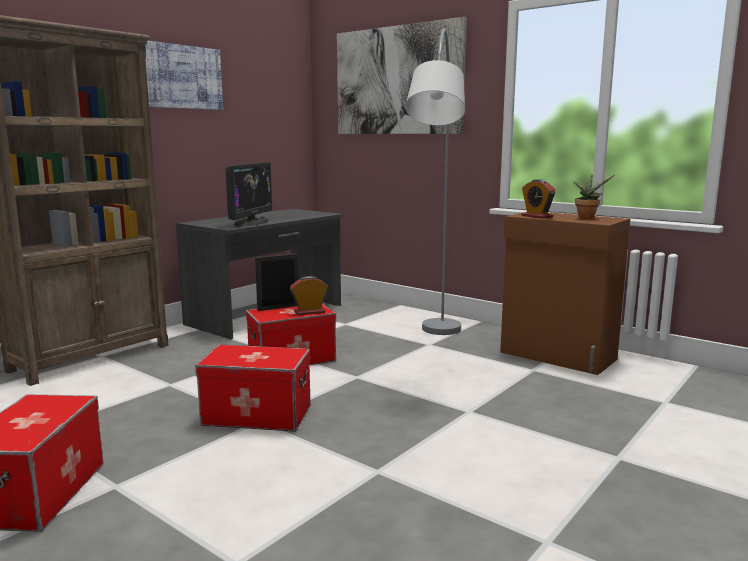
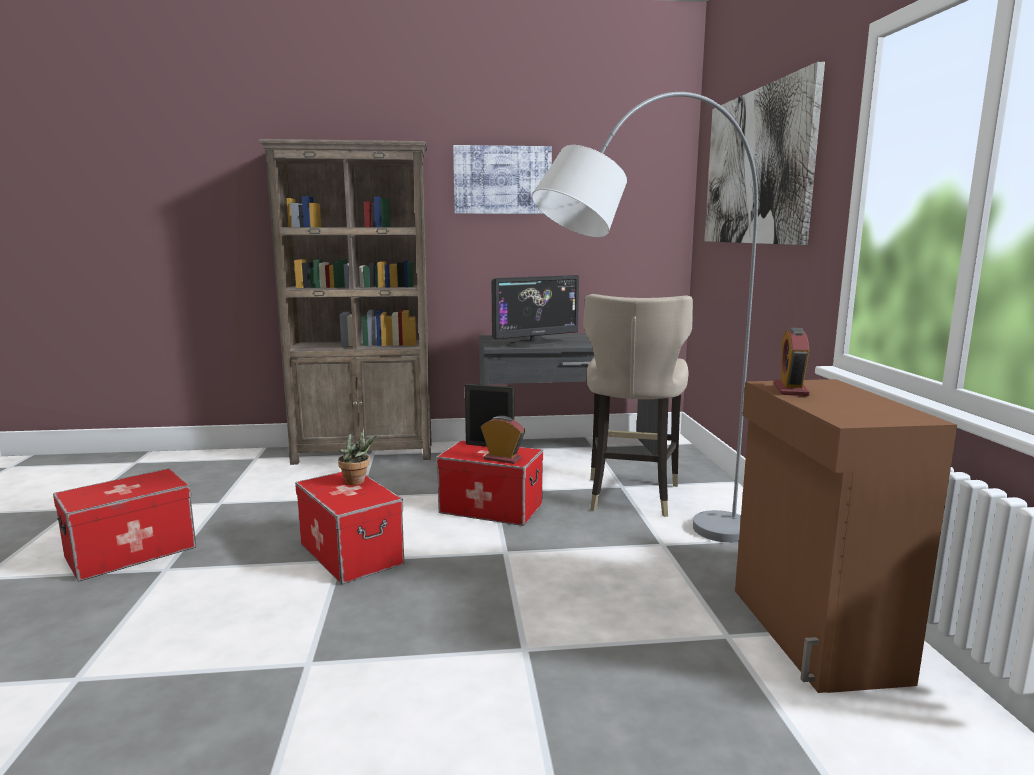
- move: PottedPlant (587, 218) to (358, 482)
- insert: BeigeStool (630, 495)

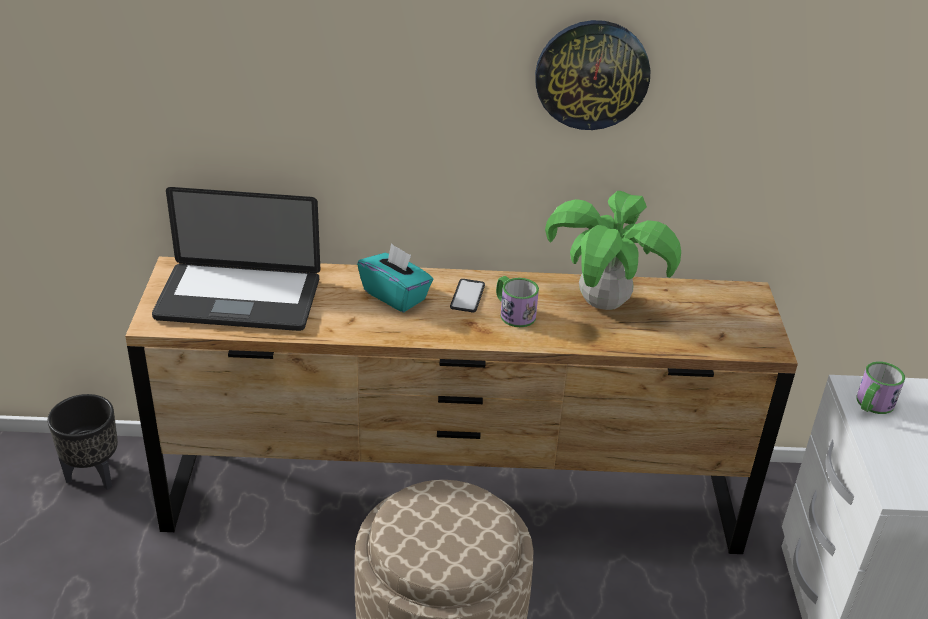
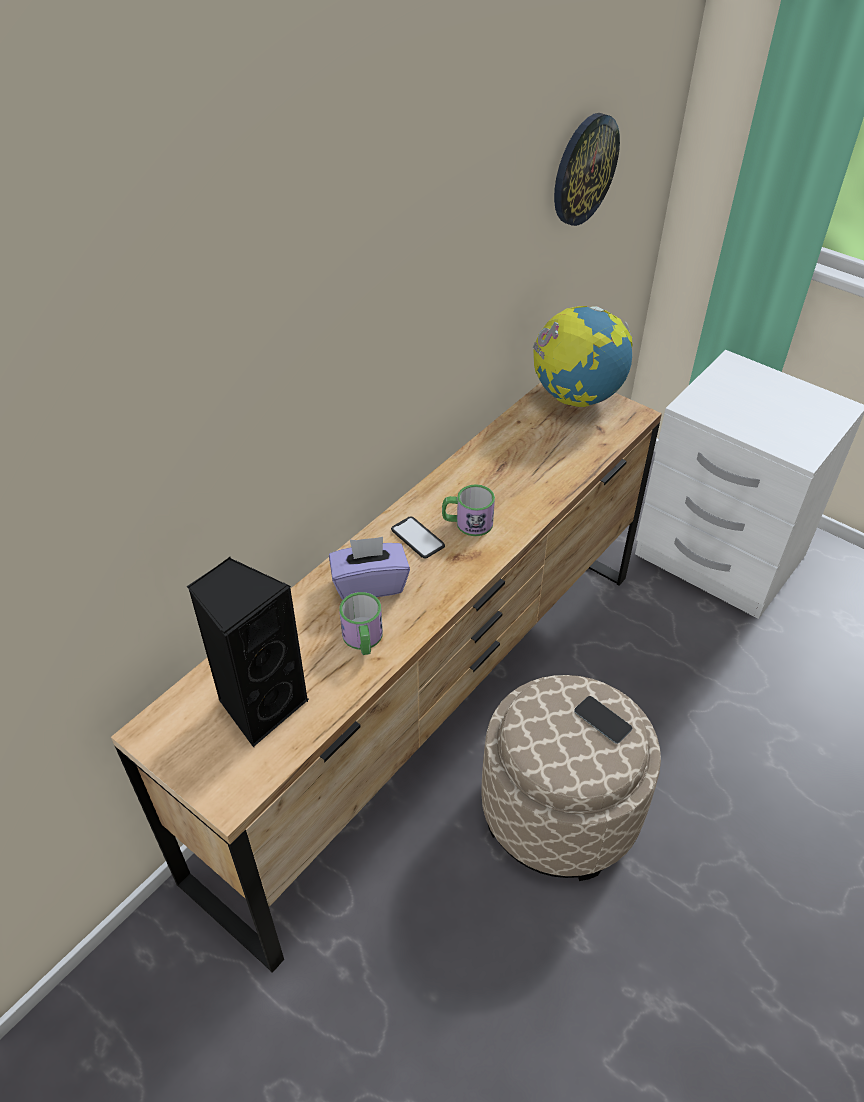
- move: WallClock (592, 74) to (584, 169)
- replace: Laptop (238, 299) to BlackSpeaker (260, 704)
- delete: PottedPlant (604, 303)
- recolor: TurquoiseTissueBox (395, 295) to PurpleTissueBox (370, 584)
- move: Mug (872, 405) to (363, 640)
- delete: BlackPlanter (94, 474)
- insert: Globe (576, 397)
- insert: Phone (602, 720)

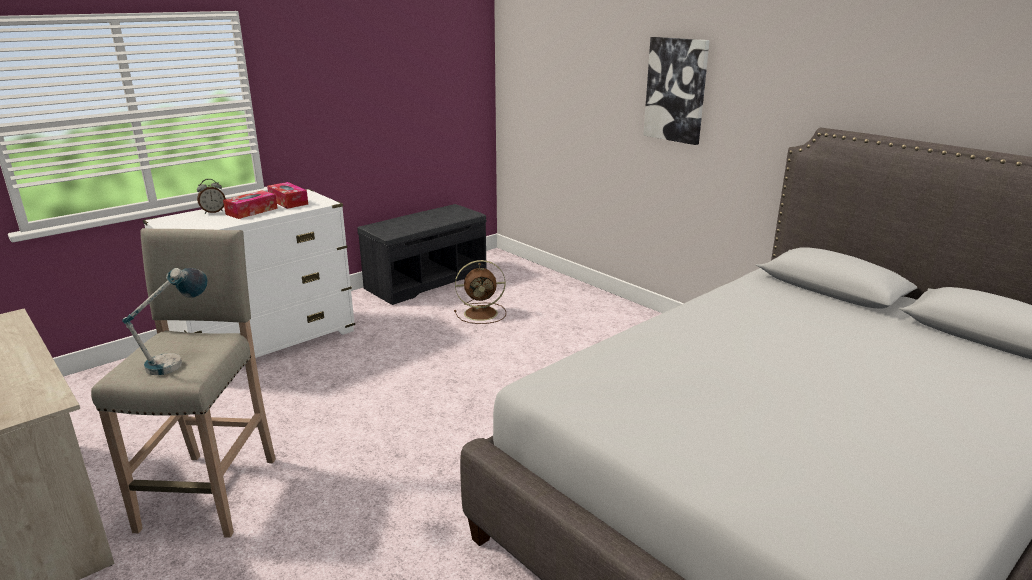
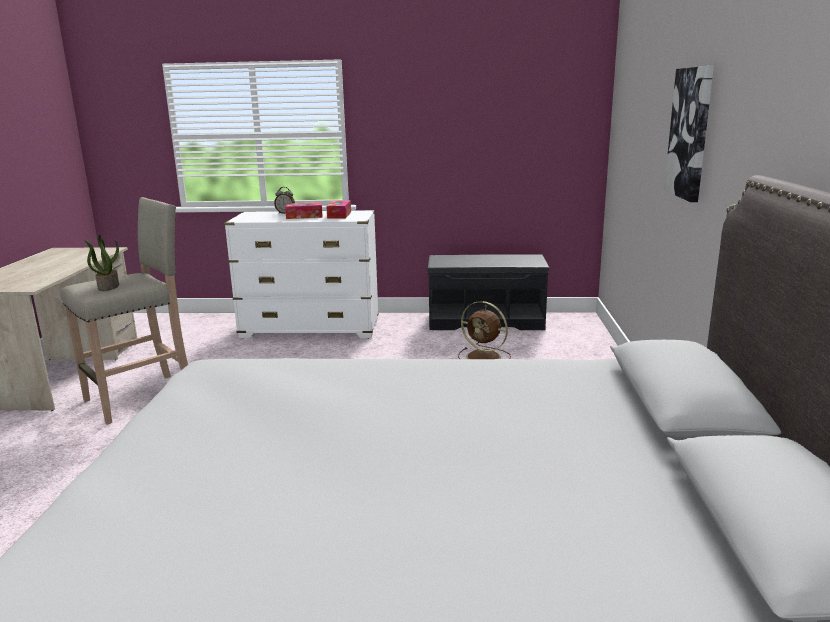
- replace: TableLamp (179, 361) to PottedPlant (108, 287)

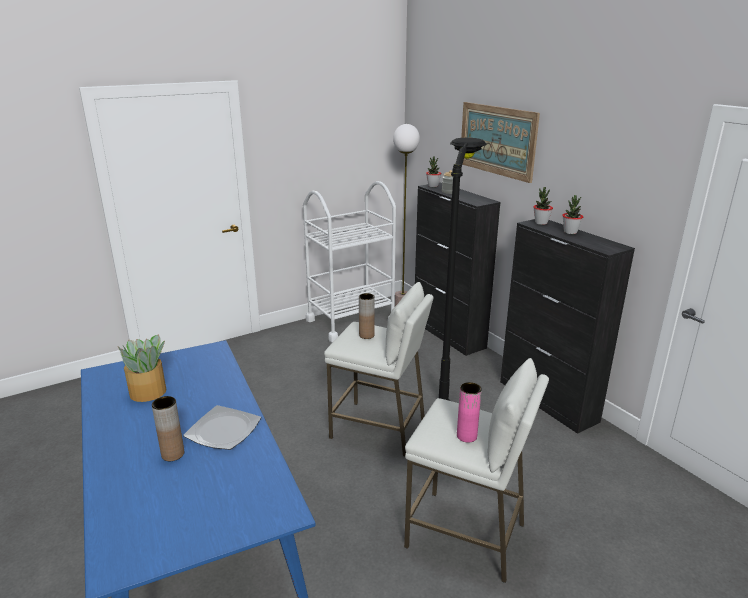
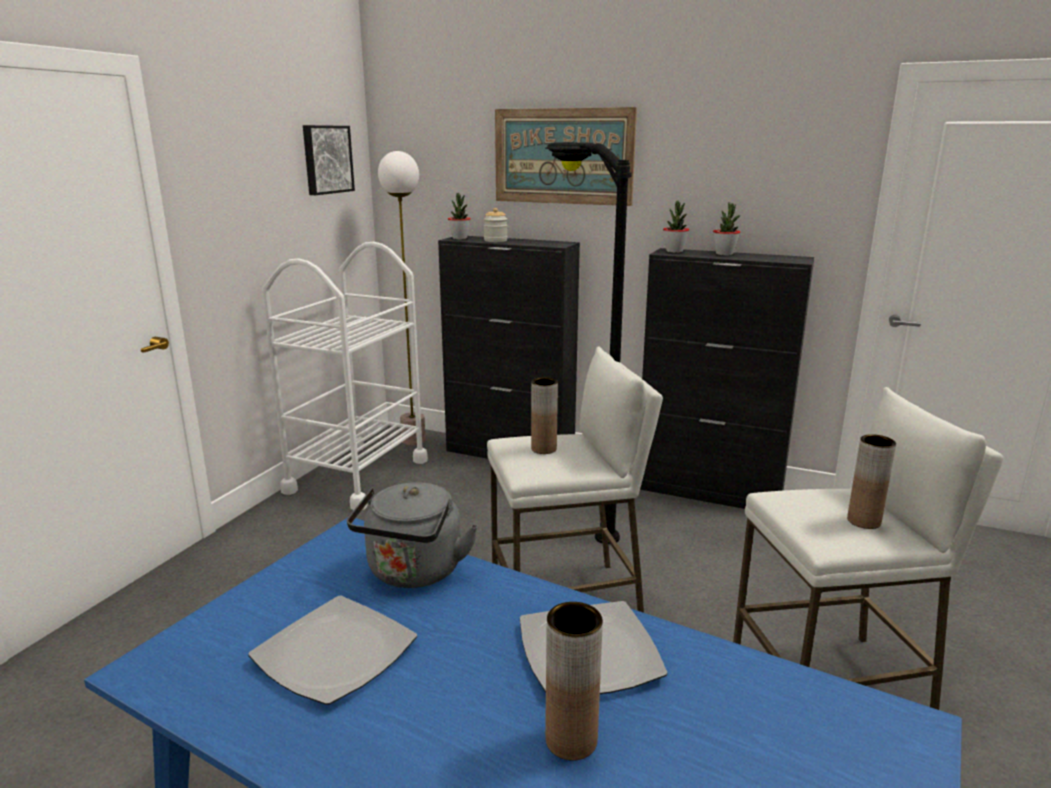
- replace: PottedPlant (149, 392) to Plate (335, 654)
- recolor: PinkVase (466, 436) to BrownVase (863, 521)
- insert: Picture (326, 159)
- insert: GreyKettle (413, 573)

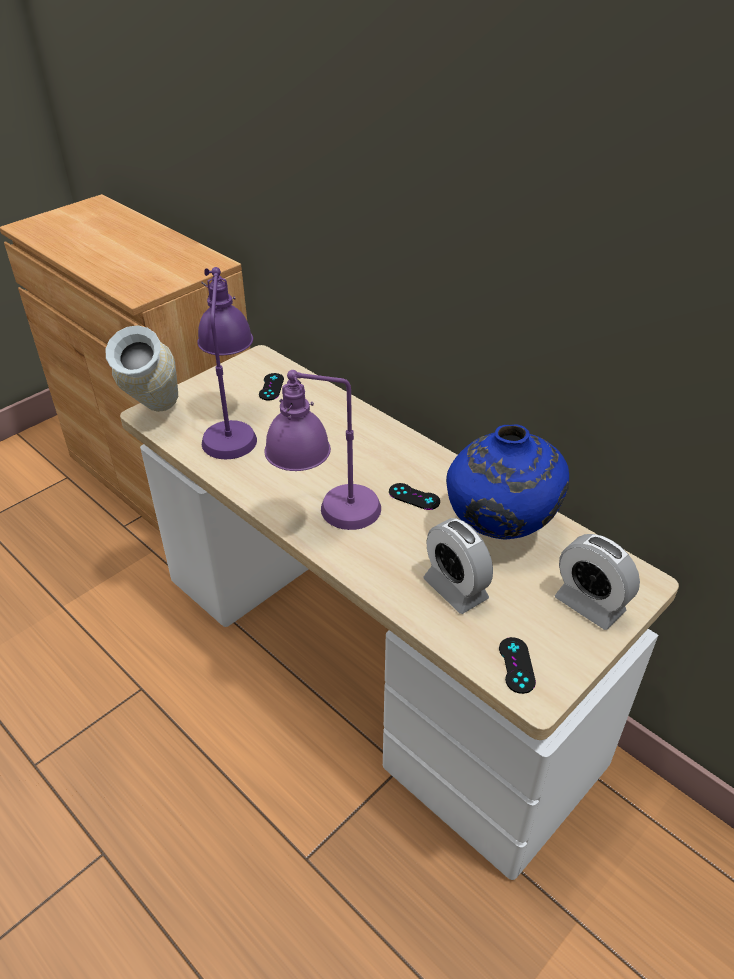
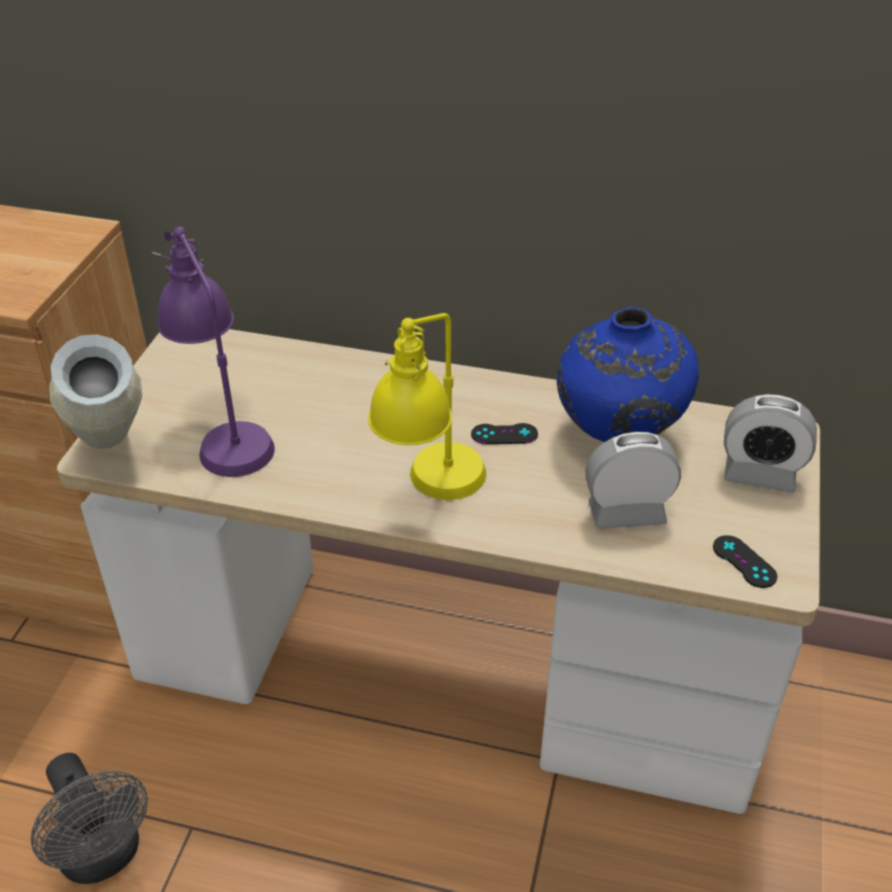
- recolor: PurpleTableLamp (327, 518) to YellowTableLamp (431, 494)
- delete: BlackGameController (271, 387)
- rotate: AlarmClock (455, 589) = (626, 513) 150 degrees clockwise
- insert: GreyFan (104, 857)

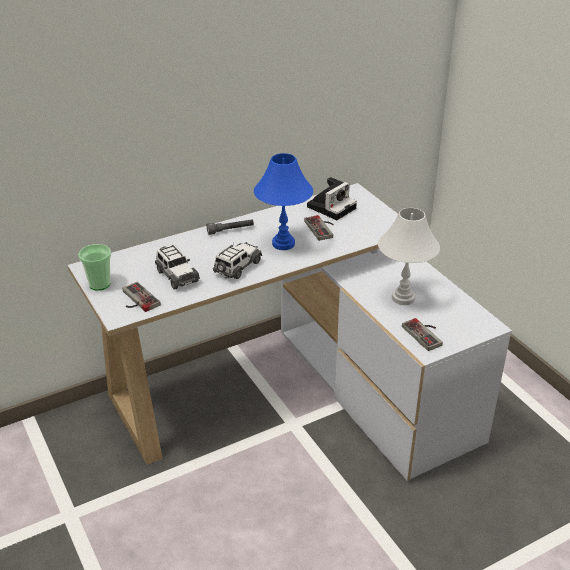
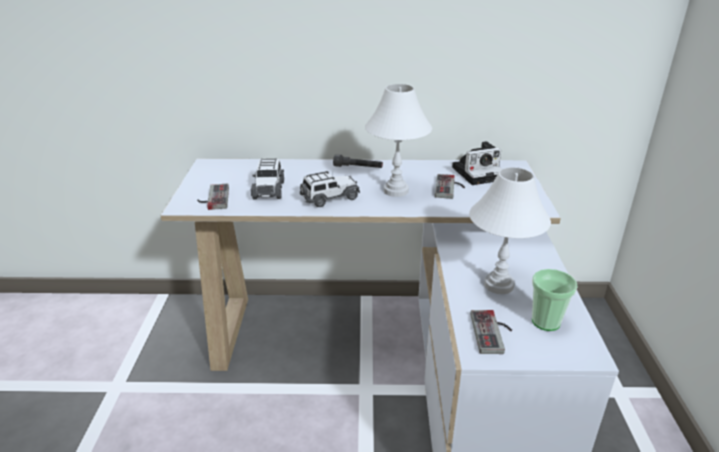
- recolor: BlueTableLamp (283, 243) to WhiteTableLamp (396, 190)
- move: Cup (99, 284) to (545, 322)

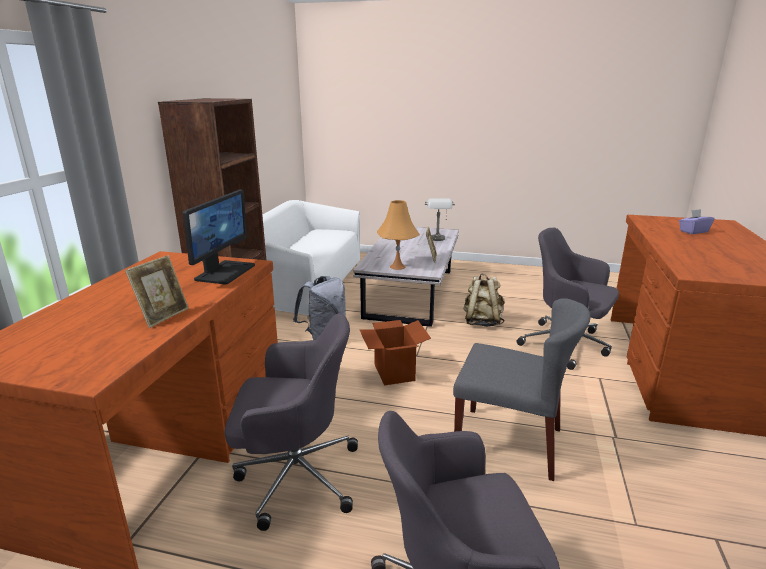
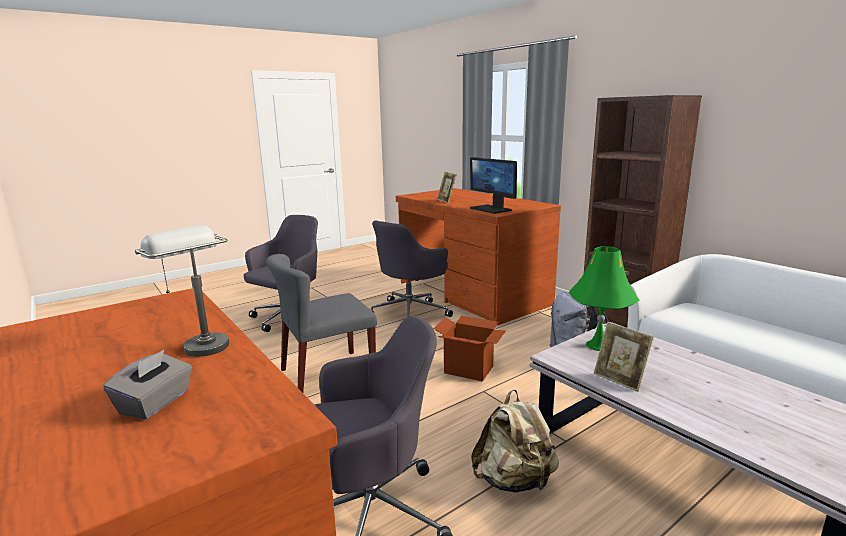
- move: GreyTableLamp (438, 240) to (198, 343)
- recolor: OrangeTableLamp (397, 267) to GreenTableLamp (598, 345)
- recolor: PurpleTissueBox (693, 231) to GreyTissueBox (155, 403)

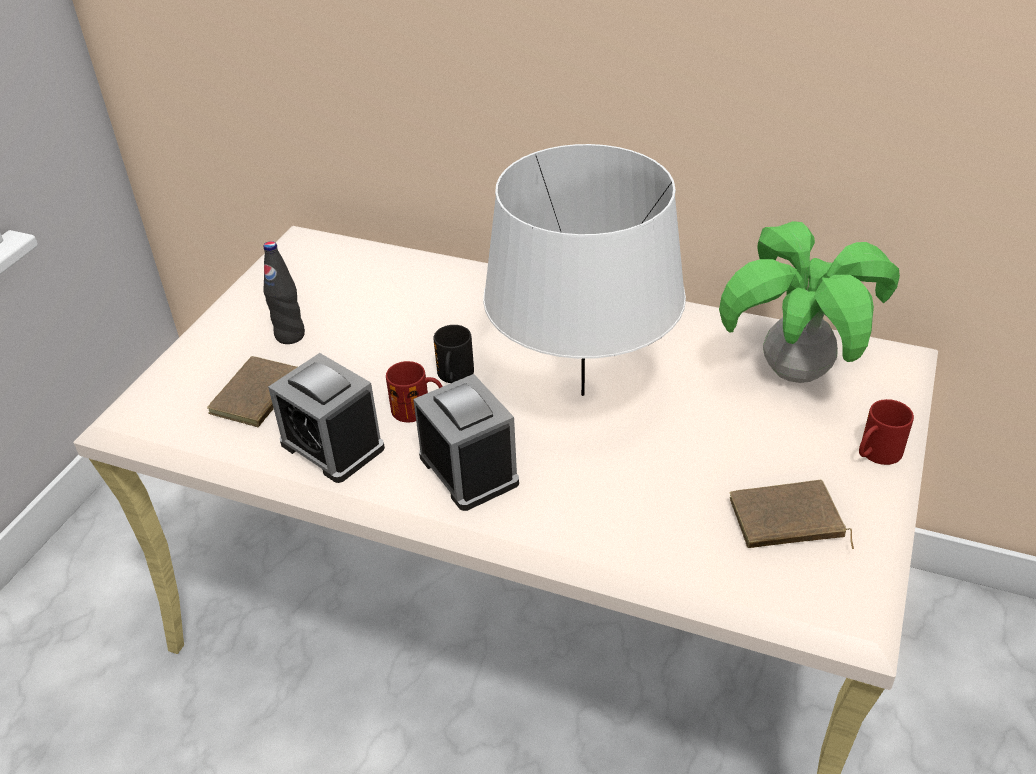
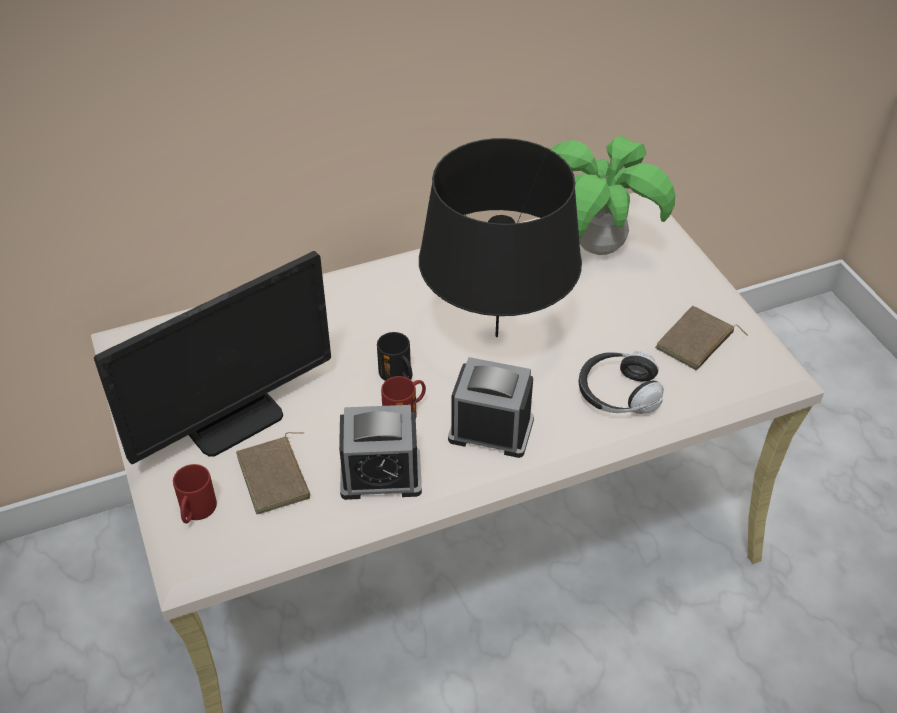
- recolor: WhiteTableLamp (583, 395) to BlackTableLamp (497, 336)
- replace: BlackBottle (290, 335) to Monitor (233, 420)
- move: RedMug (875, 454) to (196, 512)
- insert: Headphones (617, 394)

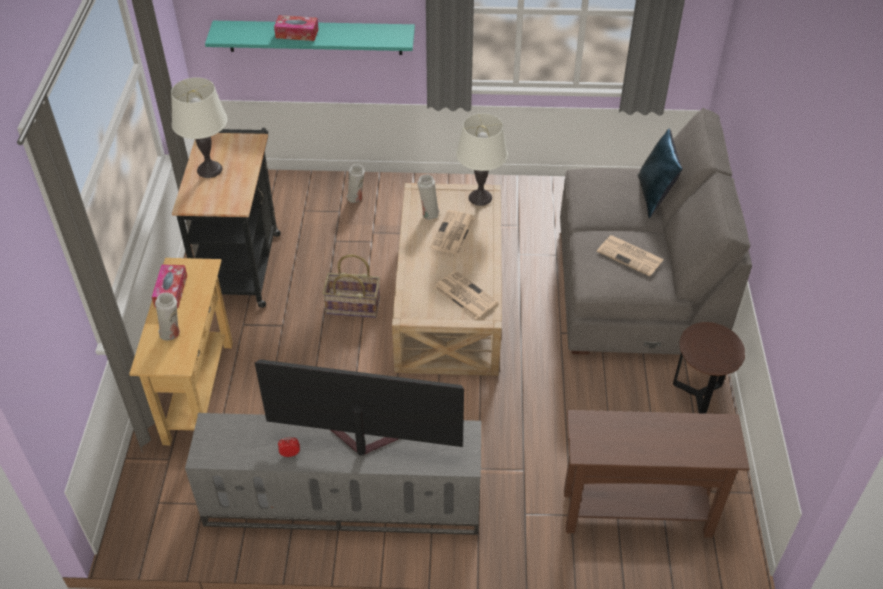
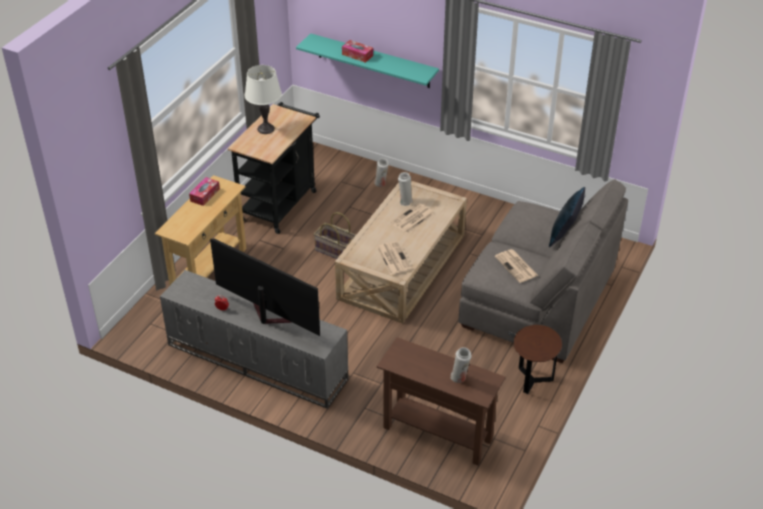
- delete: WhiteTableLamp (480, 197)
- move: WhiteVase (172, 333) to (460, 378)

